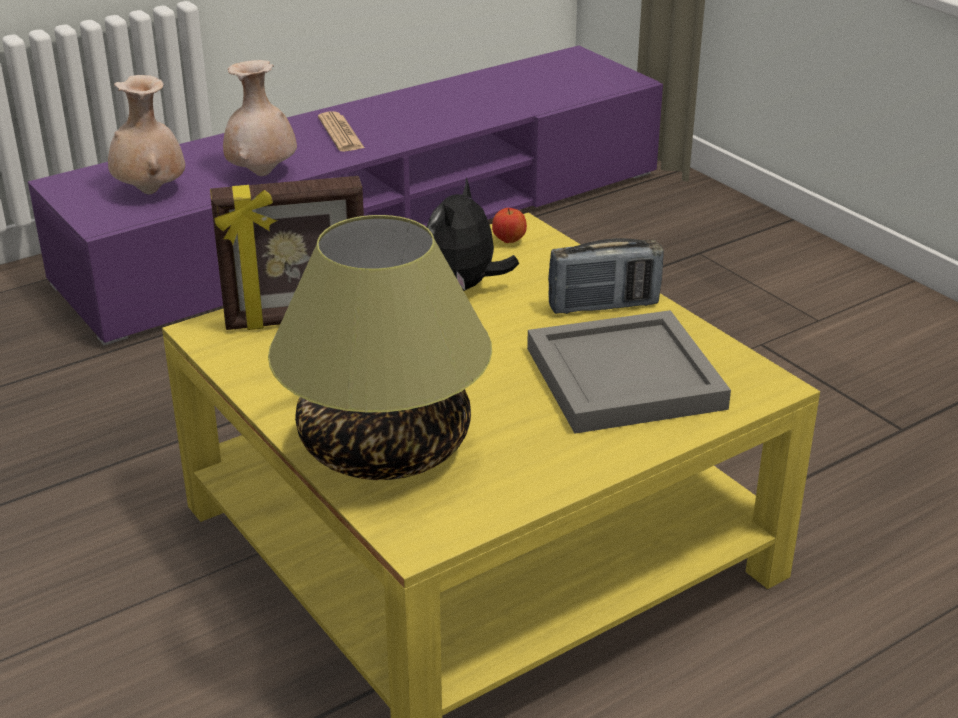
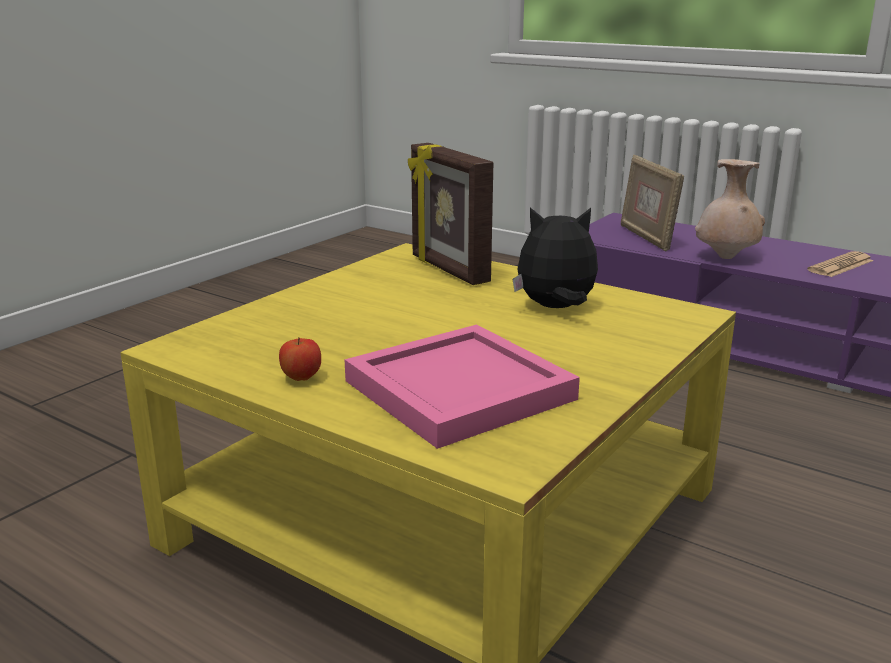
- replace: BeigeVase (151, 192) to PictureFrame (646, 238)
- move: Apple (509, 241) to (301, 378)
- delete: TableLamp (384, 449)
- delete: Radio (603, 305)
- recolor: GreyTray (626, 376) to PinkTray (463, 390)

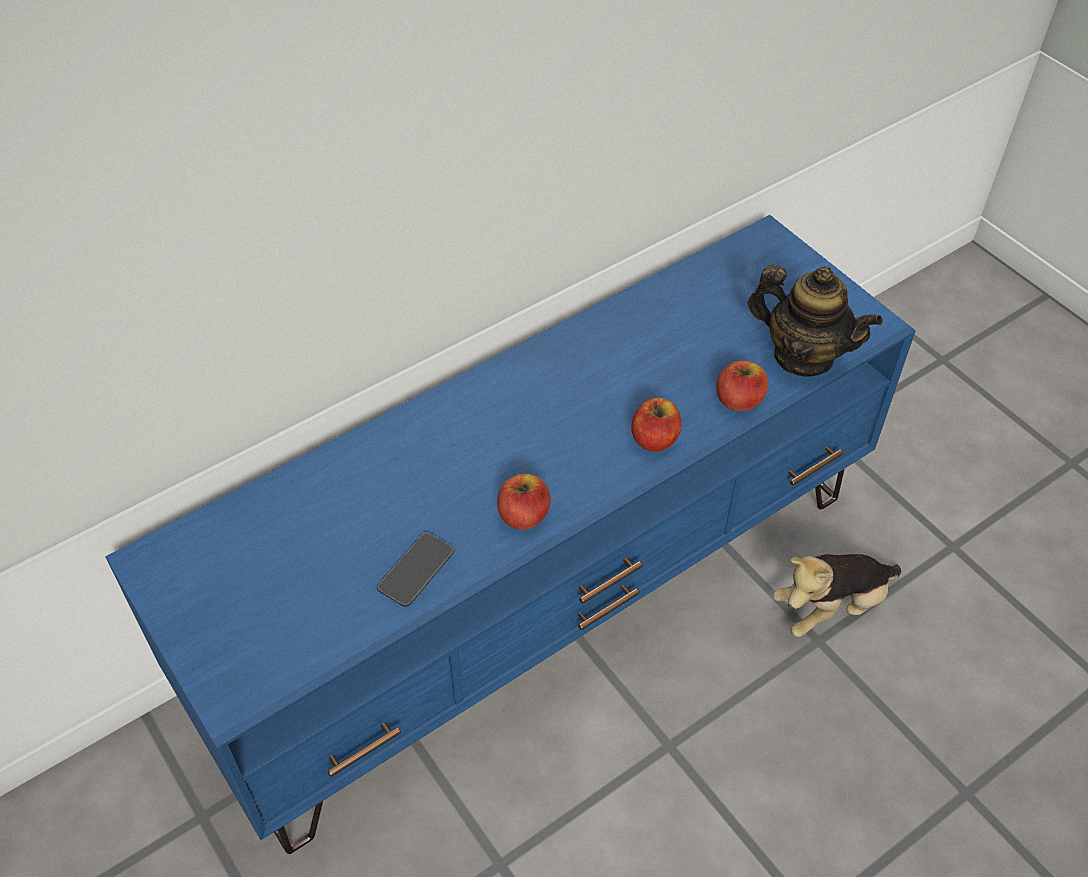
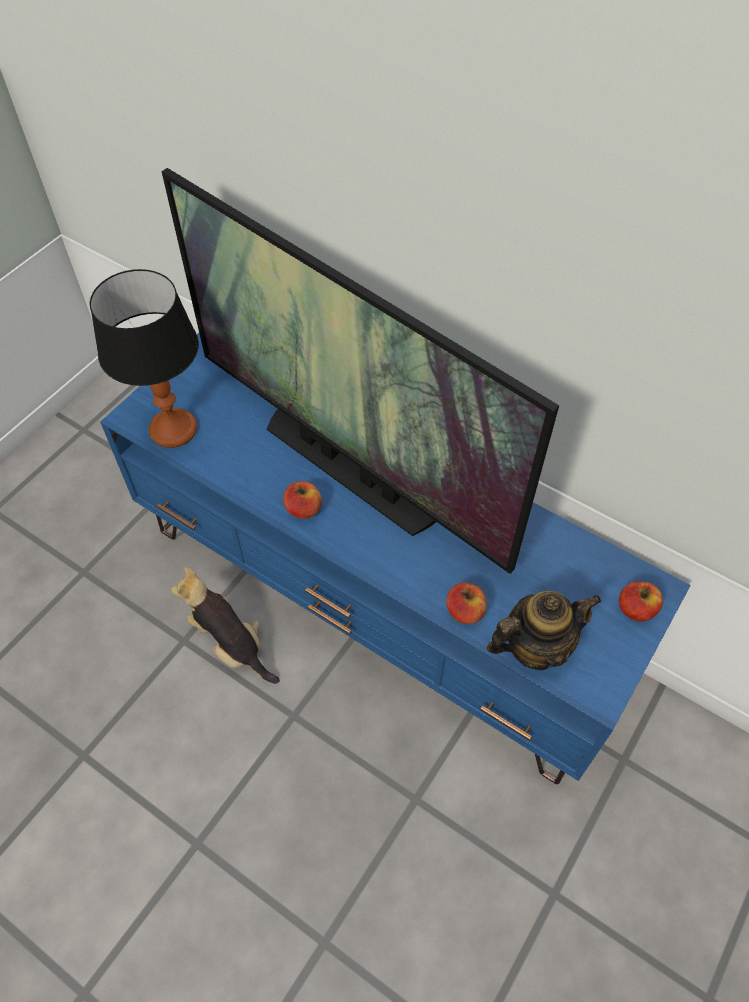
- rotate: Teapot (803, 356) = (534, 646) 120 degrees counterclockwise
- move: Apple (655, 439) to (636, 609)
- delete: Phone (416, 570)
- move: PlushToy (831, 607) to (231, 643)
- insert: Television (351, 467)
- insert: TableLamp (172, 429)

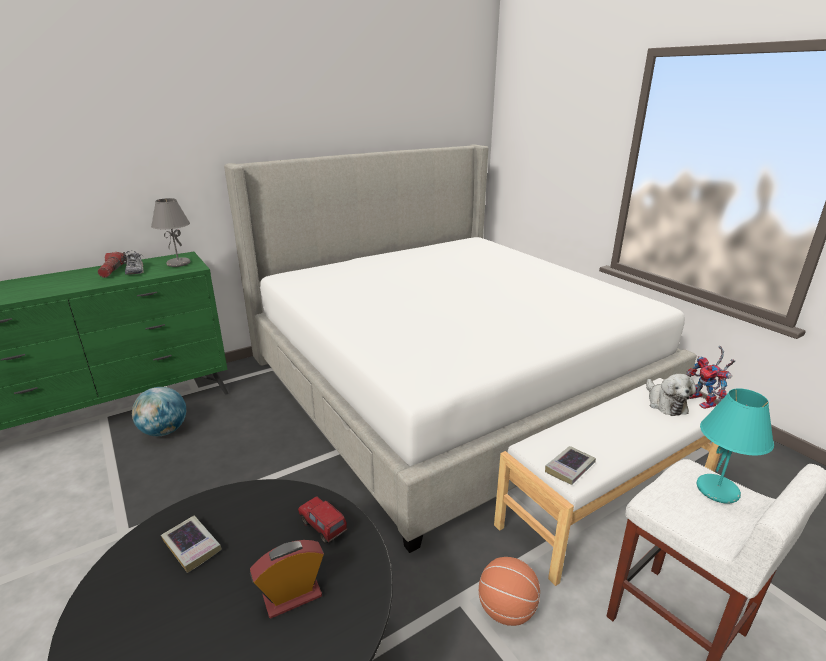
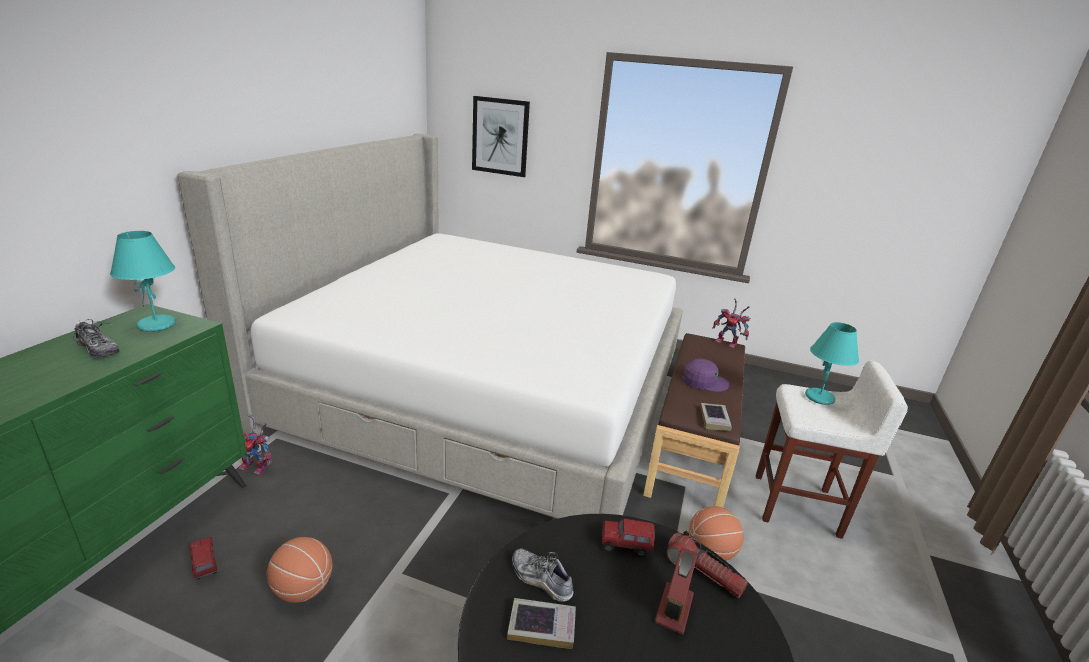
- recolor: GreyTableLamp (178, 264) to TurquoiseTableLamp (157, 325)
- move: Flashlight (113, 270) to (703, 572)
- delete: PlushToy (665, 403)
- recolor: WhiteBench (607, 501) to BrownBench (691, 442)
- replace: Globe (164, 431) to ToyTruck (205, 565)
- insert: Picture (500, 136)
- insert: PurpleCap (704, 381)
- insert: ToyRobot (257, 467)
- insert: Basketball (303, 589)
- insert: Shoe (541, 579)

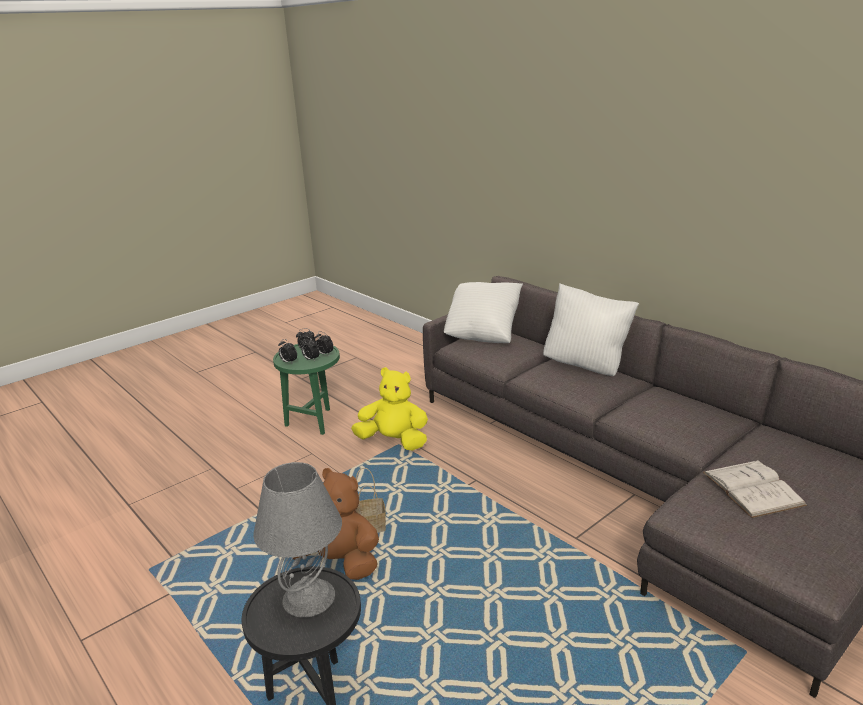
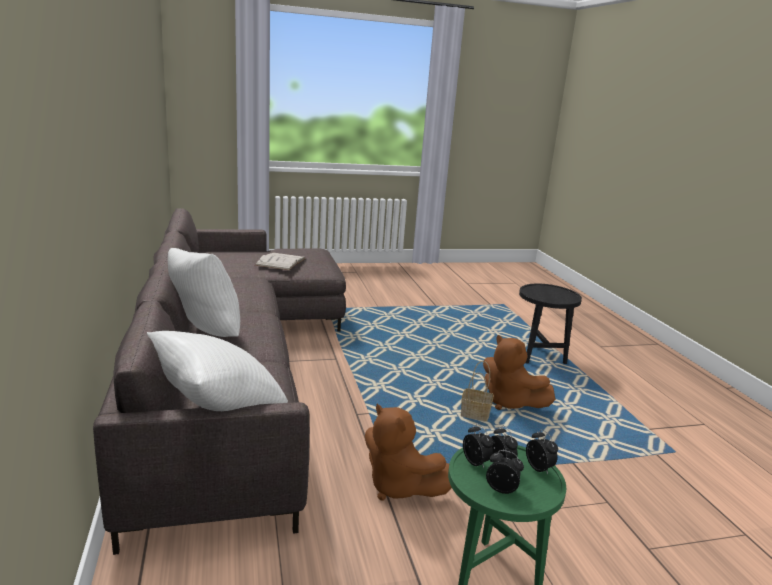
- recolor: YellowPlushToy (394, 441) to BrownPlushToy (398, 486)
- delete: GreyTableLamp (308, 597)

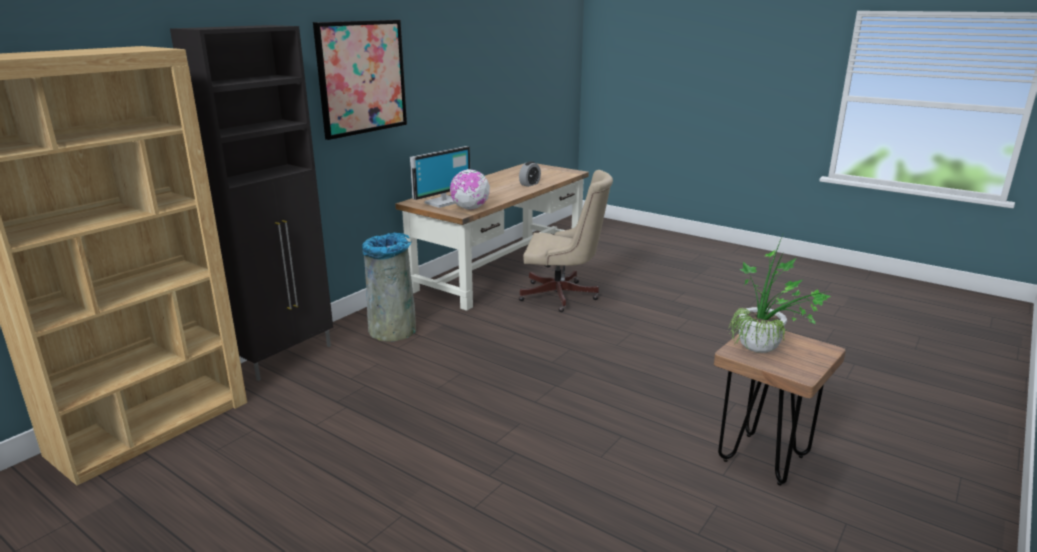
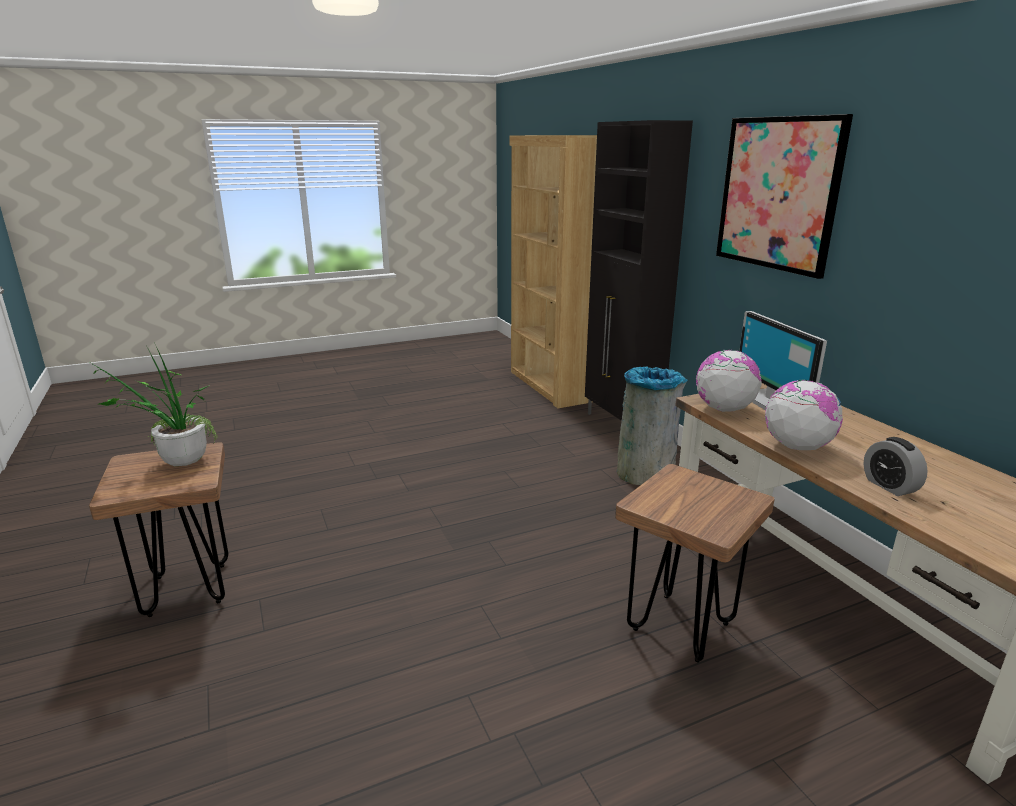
- replace: BeigeOfficeChair (563, 296) to BrownStool (680, 626)
- insert: Globe (796, 447)

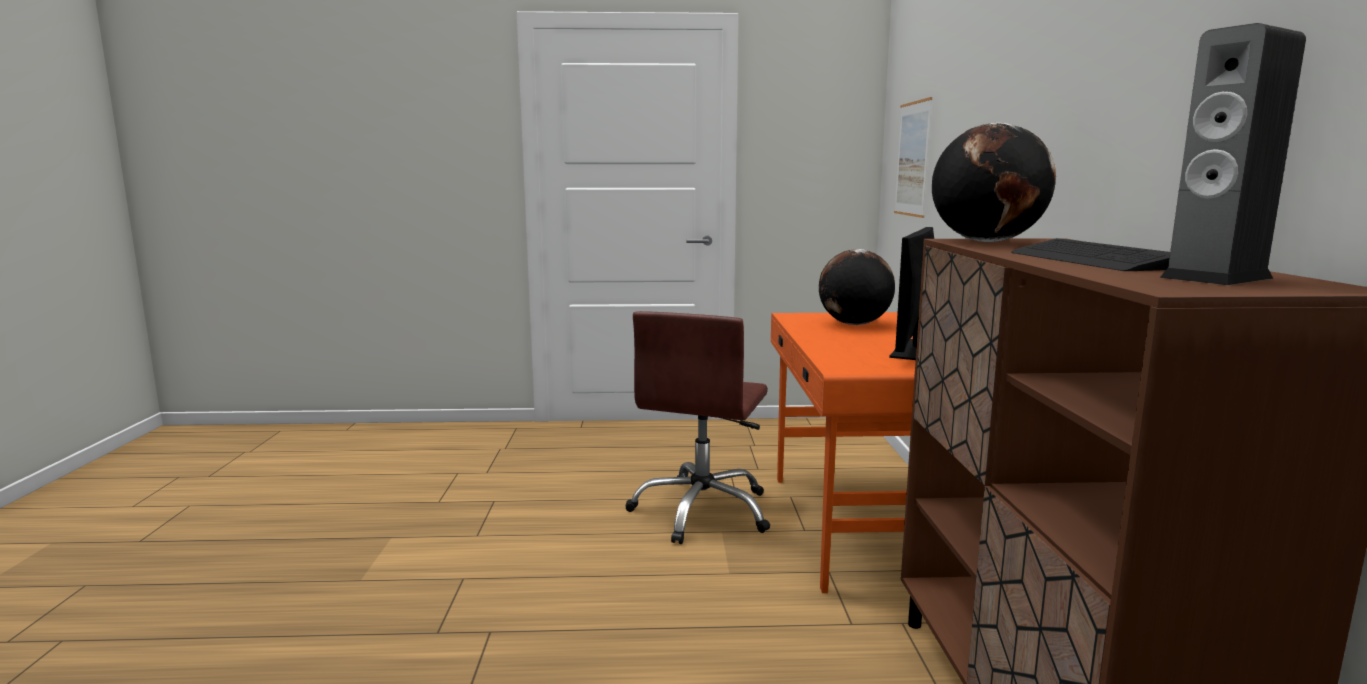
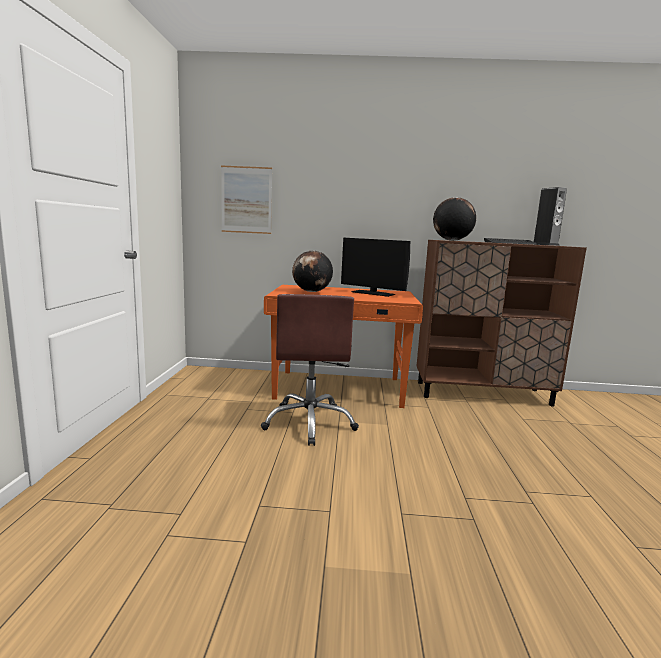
- rotate: BrownOfficeChair (702, 511) = (310, 423) 60 degrees clockwise

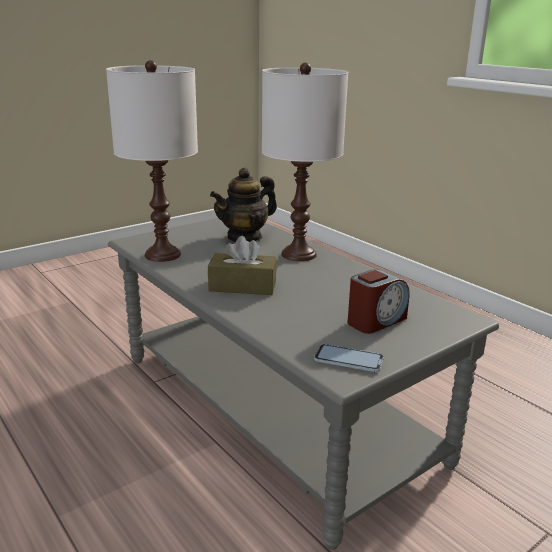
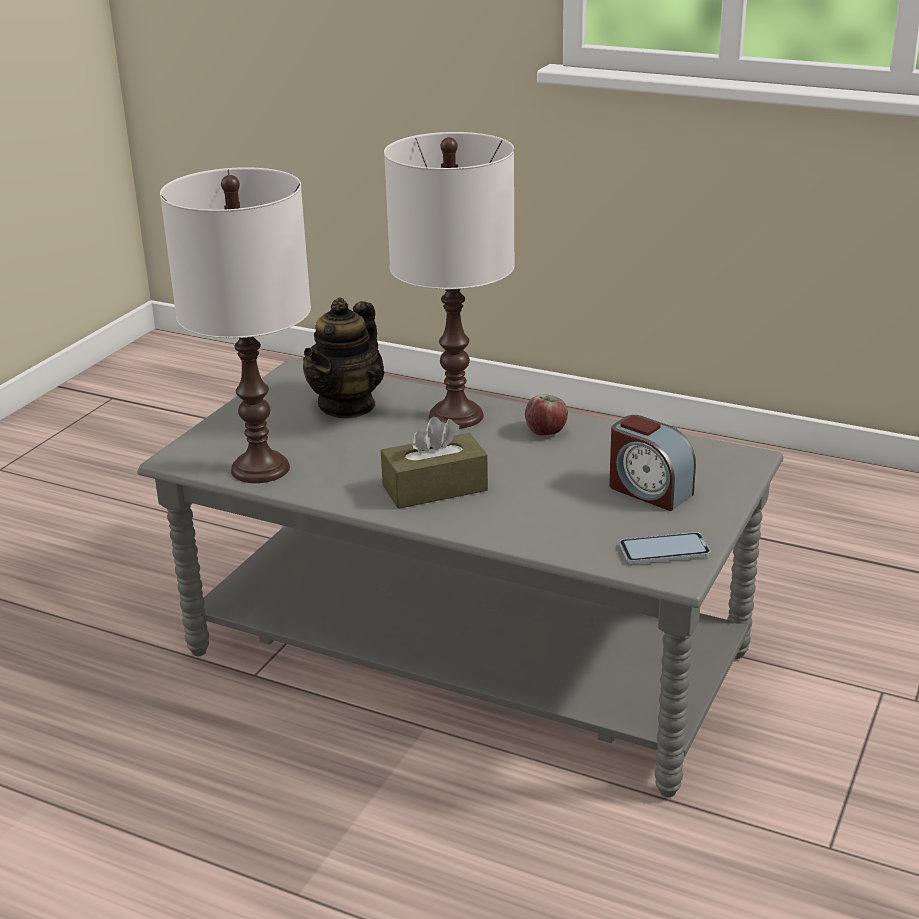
- rotate: AlarmClock (376, 321) = (649, 491) 105 degrees clockwise
- insert: Apple (546, 432)

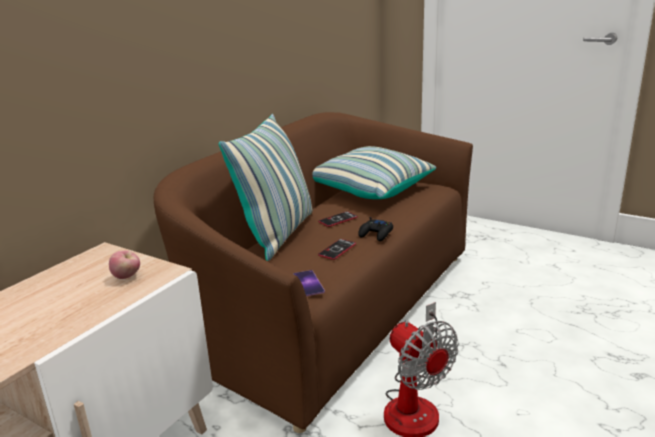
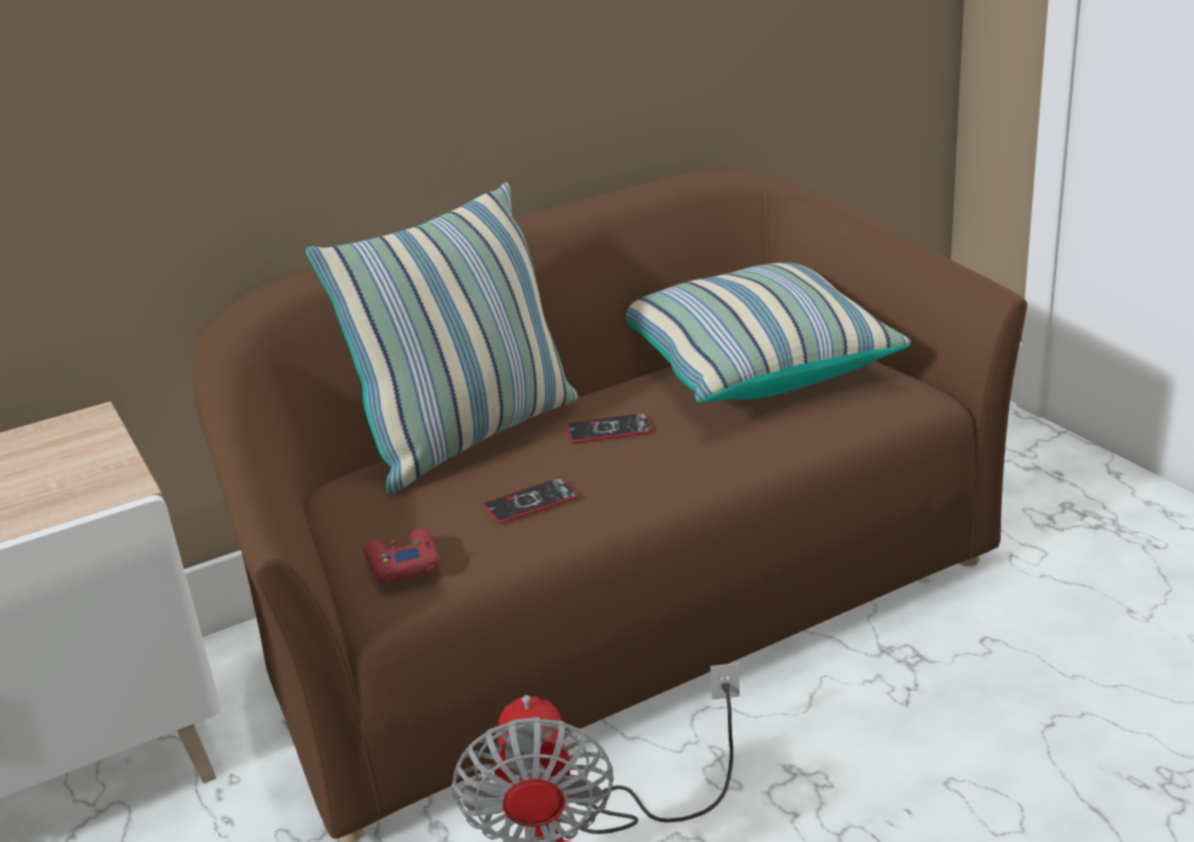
- delete: BlackGameController (376, 234)
- delete: Apple (127, 277)
- replace: Phone (308, 283) to RedGameController (402, 564)

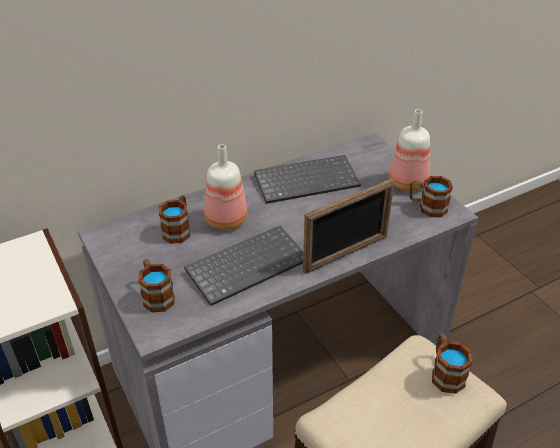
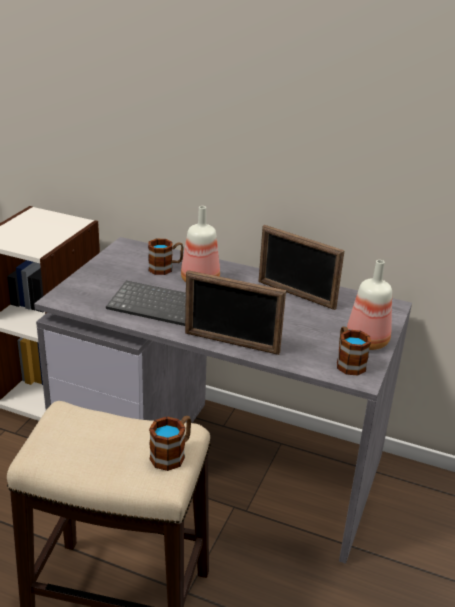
- replace: Keyboard (307, 180) to PictureFrame (296, 295)
- delete: Mug (156, 295)

